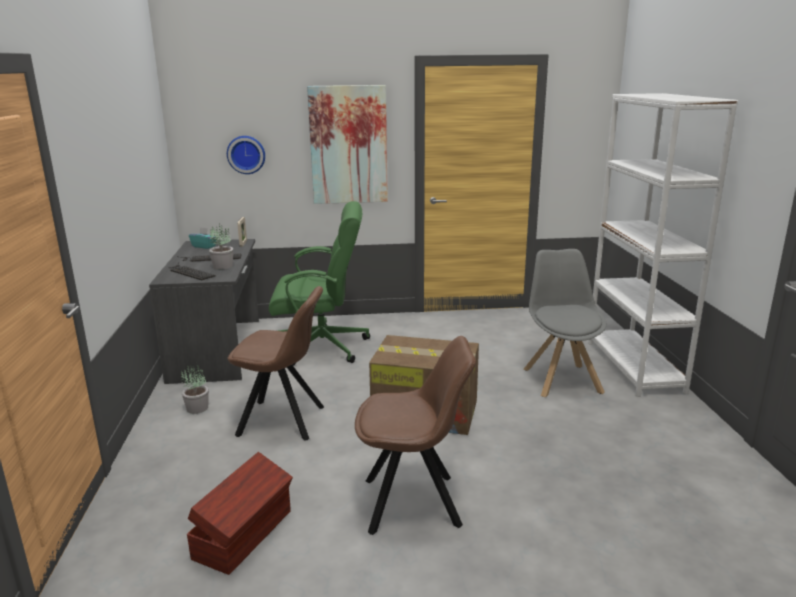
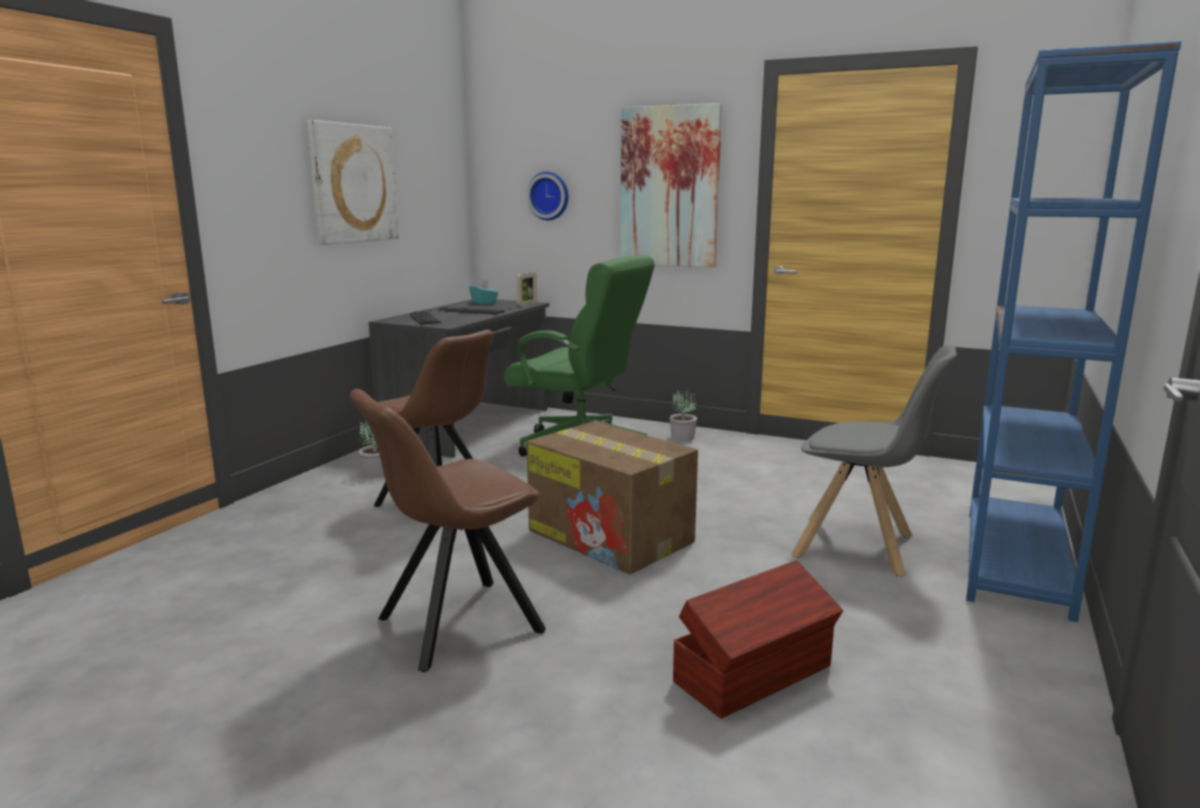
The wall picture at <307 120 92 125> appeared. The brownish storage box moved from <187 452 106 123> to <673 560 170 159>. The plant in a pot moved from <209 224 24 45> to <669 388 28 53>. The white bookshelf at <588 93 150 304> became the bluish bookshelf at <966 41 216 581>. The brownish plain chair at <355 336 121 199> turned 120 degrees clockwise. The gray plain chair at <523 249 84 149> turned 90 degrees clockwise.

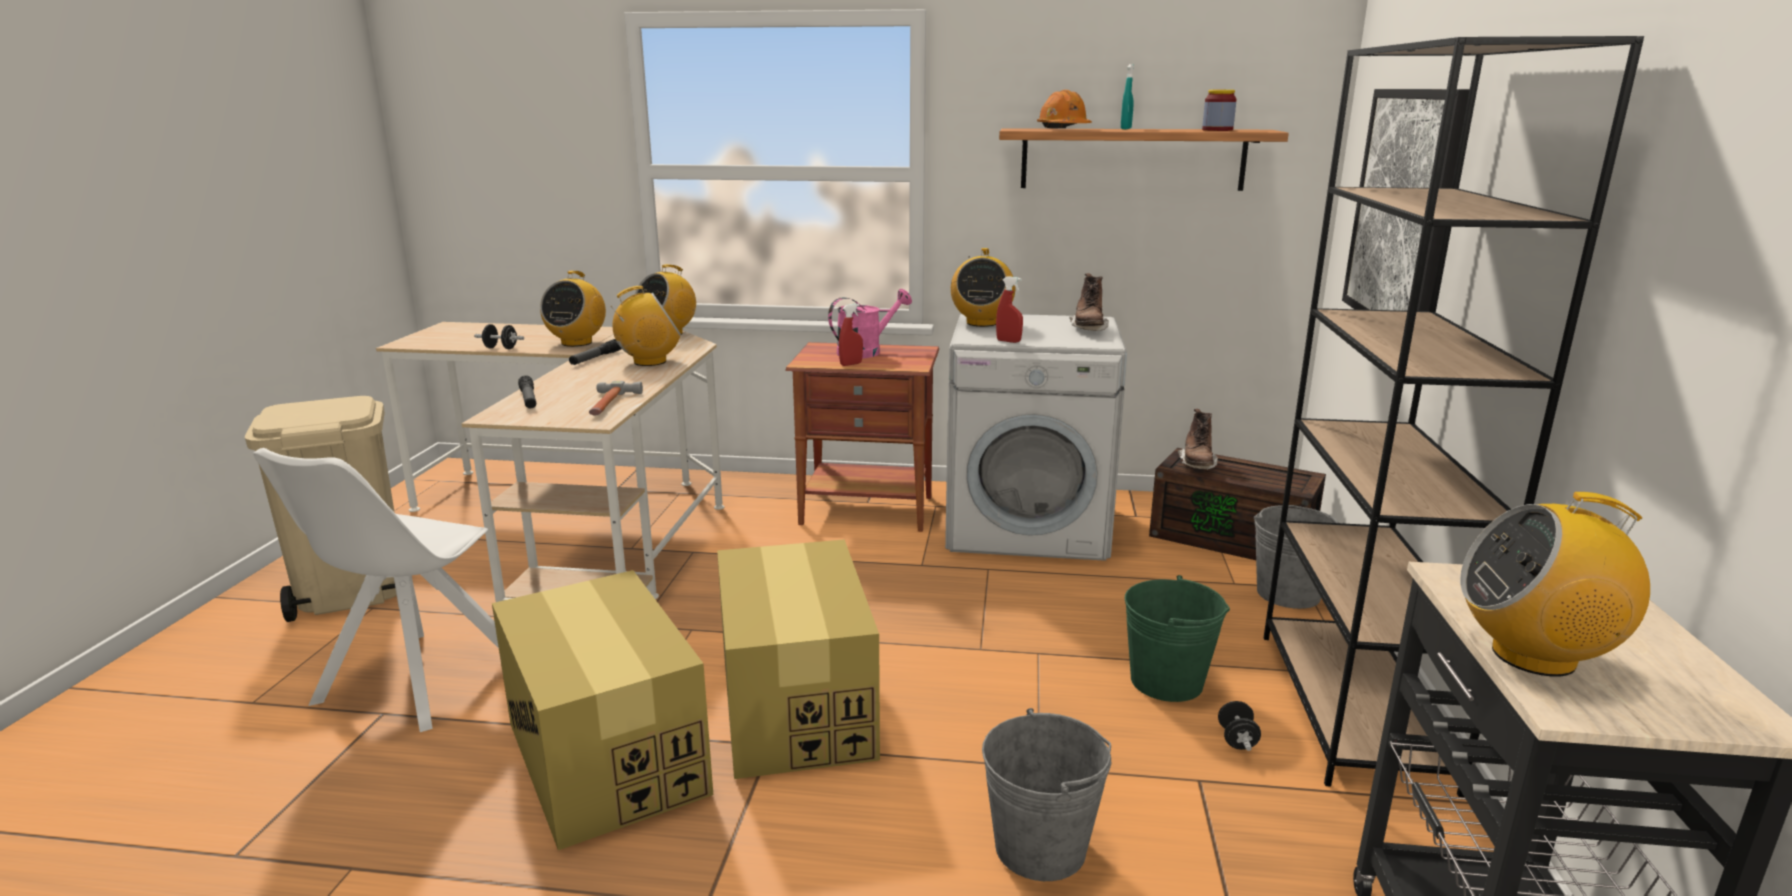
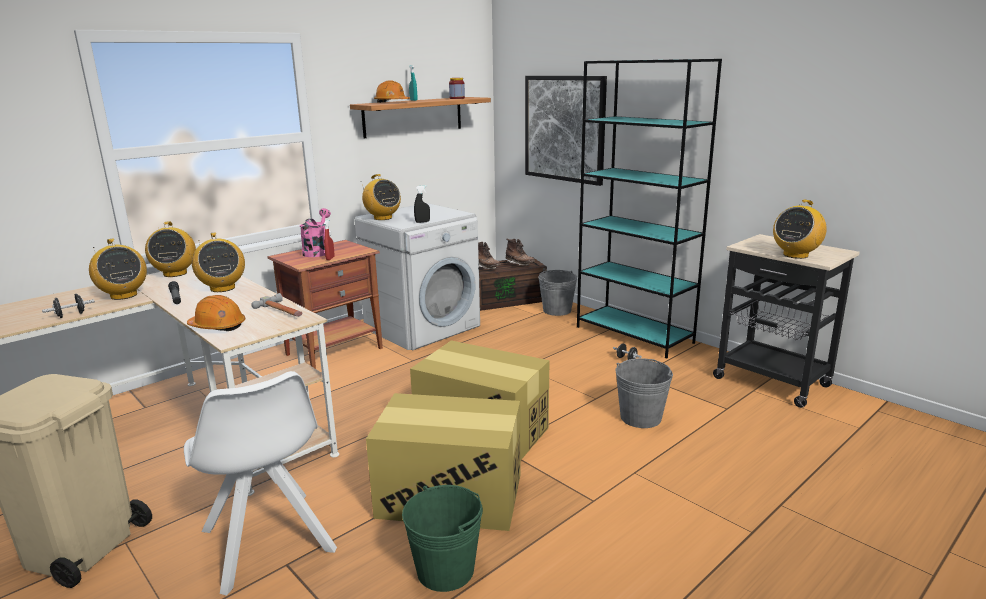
The brownish tall boot moved from <1070 273 39 58> to <506 238 29 28>. The green pail moved from <1125 575 105 127> to <402 485 81 107>. The flashlight at <518 375 18 34> was replaced by the orangey safety helmet at <187 295 58 37>. The red hand sprayer at <996 276 27 67> became the black hand sprayer at <414 185 16 38>. The beige bookshelf at <1264 36 380 761> became the blue-green bookshelf at <577 59 145 300>. The radio receiver at <610 286 71 80> turned 135 degrees clockwise.

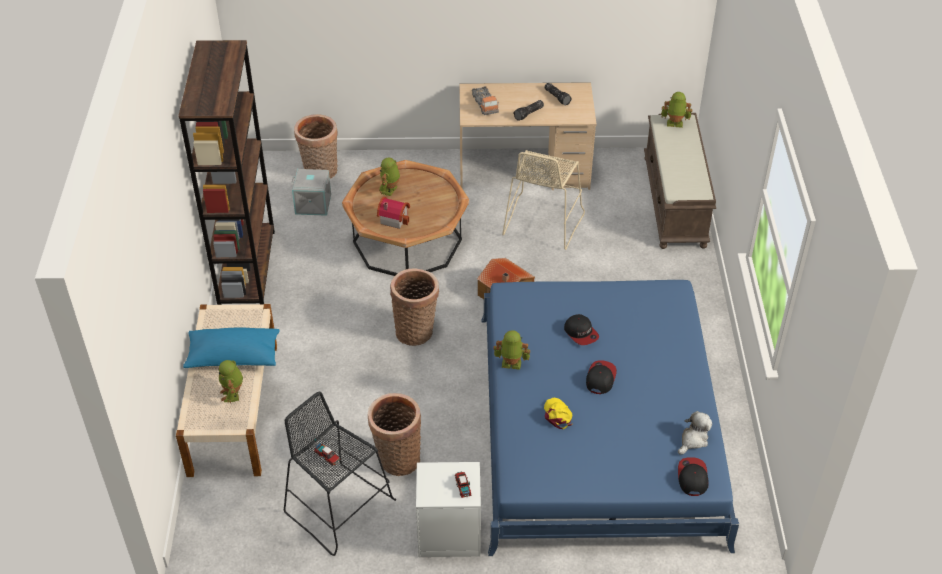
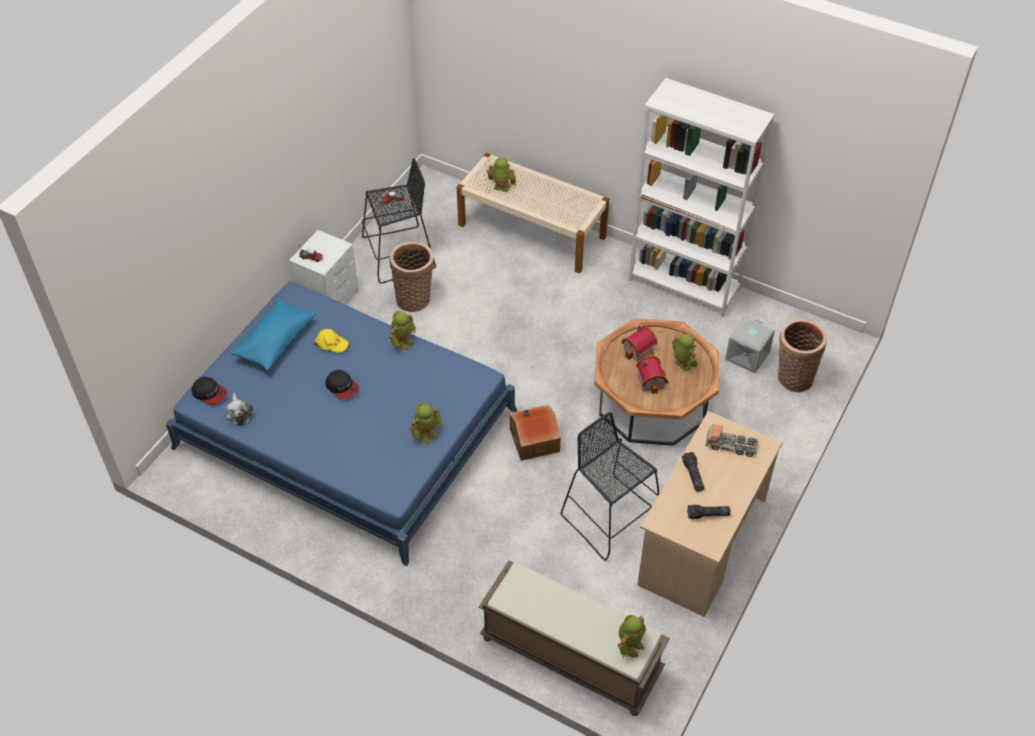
The household basket at <390 268 49 78> disappeared. The baseball cap at <564 314 35 31> disappeared. The model robot at <409 403 33 42> appeared. The model house at <636 356 33 38> appeared. The bluish throw pillow moved from <183 327 97 41> to <231 299 84 72>. The brownish bookshelf at <178 40 97 265> became the white bookshelf at <629 78 146 239>. The beige stool at <502 150 83 100> became the black stool at <561 412 98 148>.

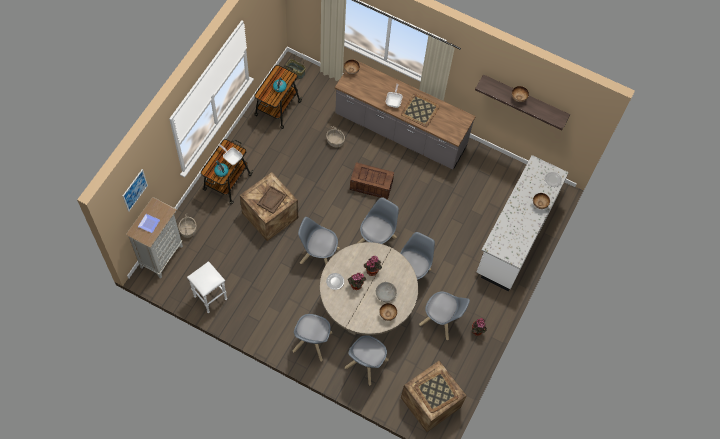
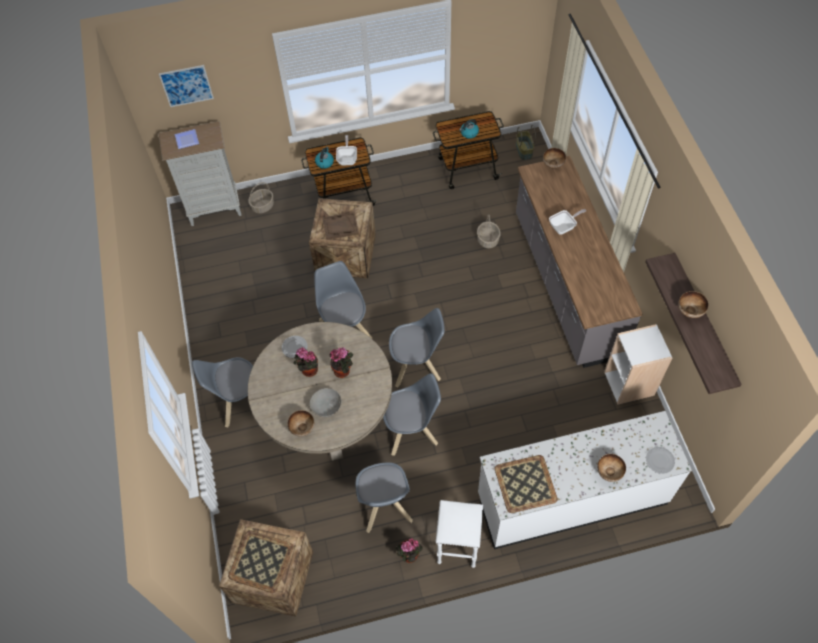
The gray plain chair at <345 335 44 51> disappeared. The packing crate at <350 162 44 38> disappeared. The bookshelf at <604 324 68 81> appeared. The white stool moved from <187 261 40 52> to <436 500 47 68>. The serving tray moved from <401 93 39 34> to <495 455 63 58>.

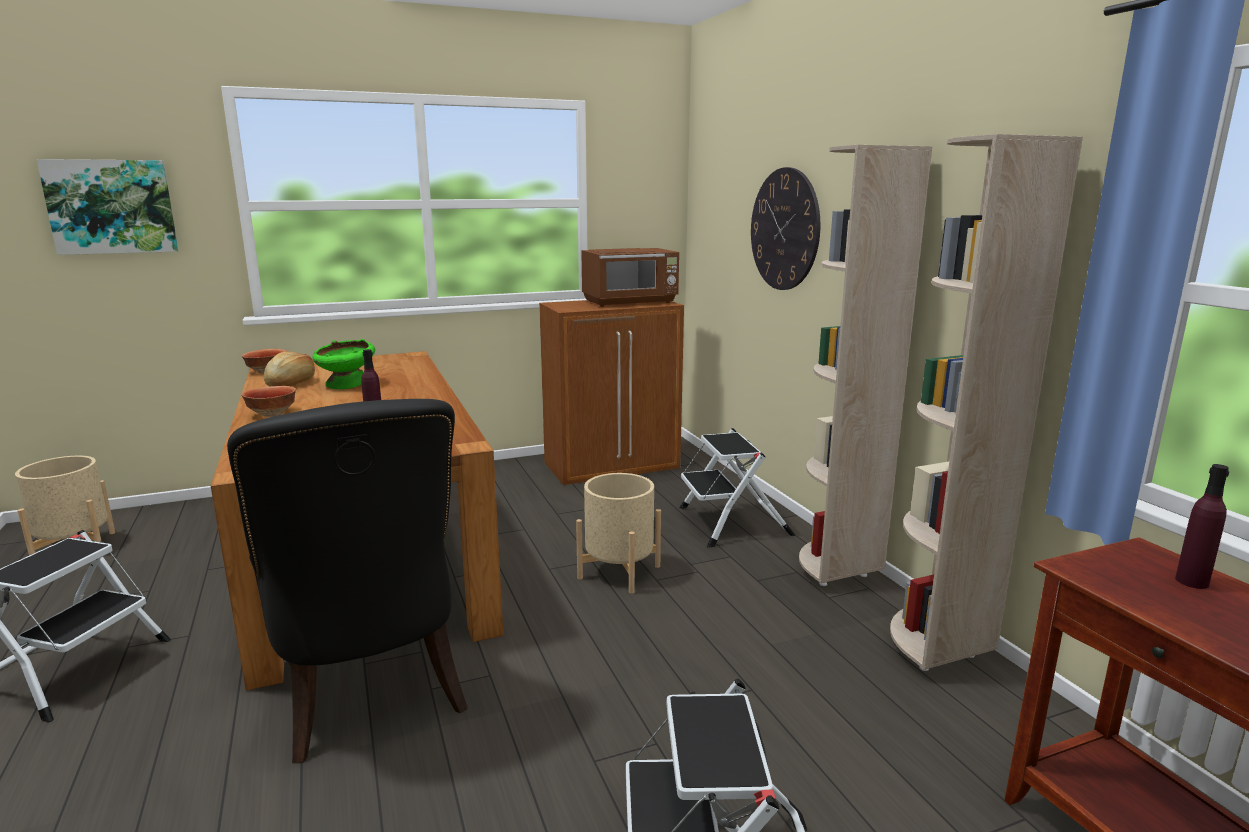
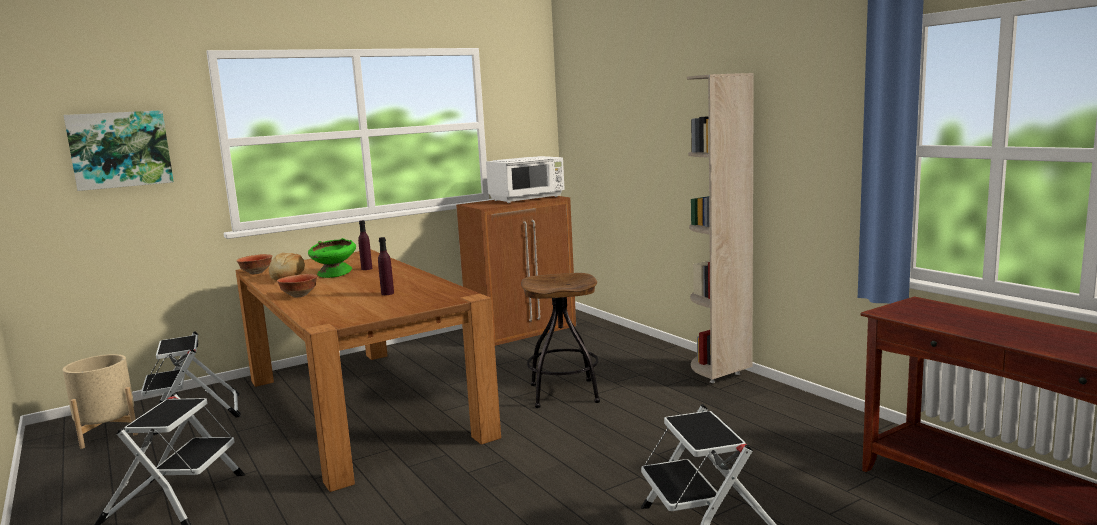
The black plain chair at <227 399 241 364> disappeared. The clock on the wall at <751 167 69 123> disappeared. The beige bookshelf at <890 134 193 537> disappeared. The stepladder moved from <679 428 116 120> to <141 332 99 103>. The purple drink bottle moved from <1175 464 54 125> to <358 220 15 50>. The beige plant pot at <576 473 85 121> was replaced by the brownish stool at <521 273 79 135>. The brownish microwave oven at <581 248 98 59> became the white microwave oven at <486 156 79 47>.

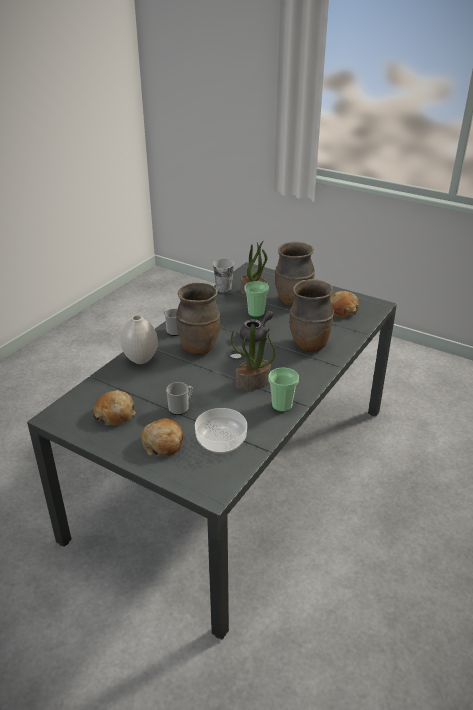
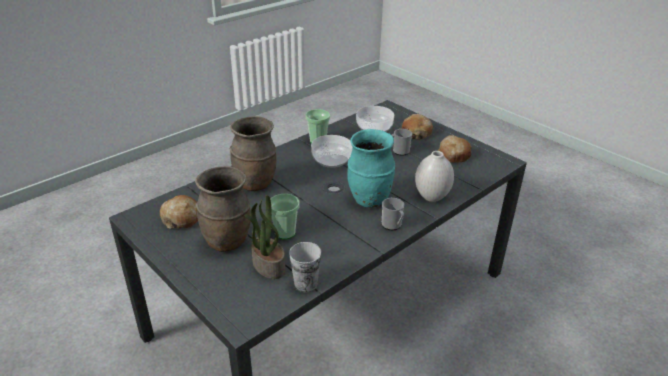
The gray teapot at <240 311 33 31> disappeared. The plant in a pot at <231 324 45 67> was replaced by the deep dish at <311 135 42 33>. The brownish decorative vase at <176 283 44 72> became the blue-green decorative vase at <347 129 48 78>.

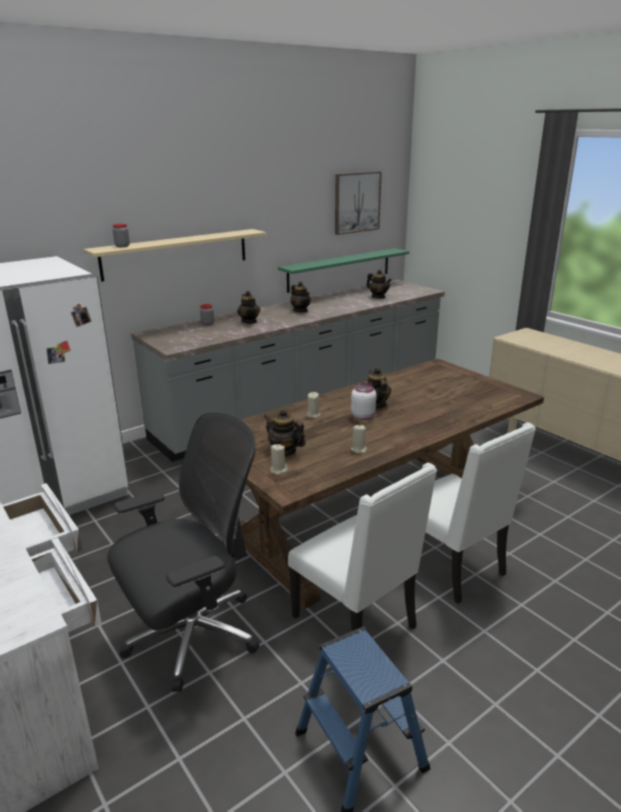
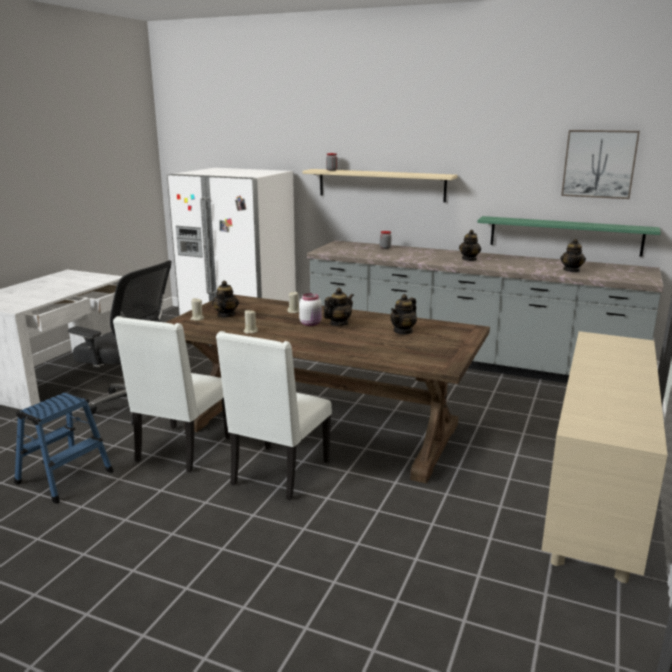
The teapot moved from <237 291 23 33> to <390 294 27 41>.

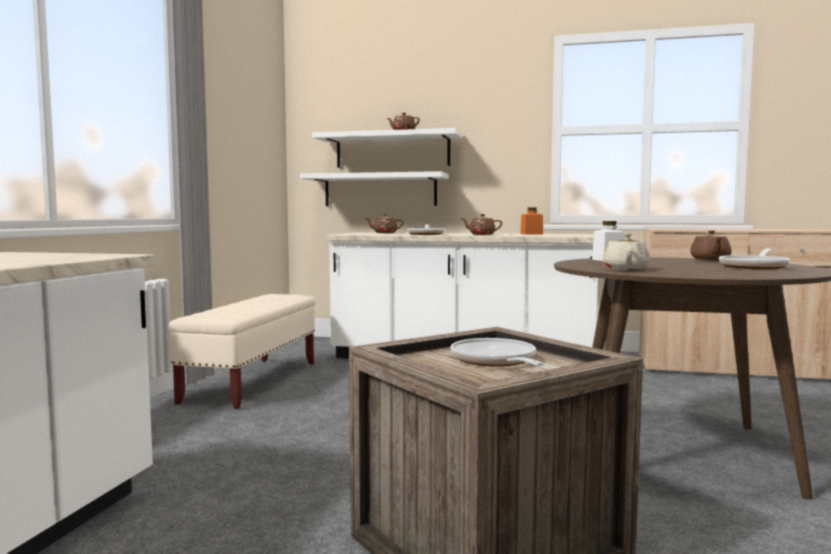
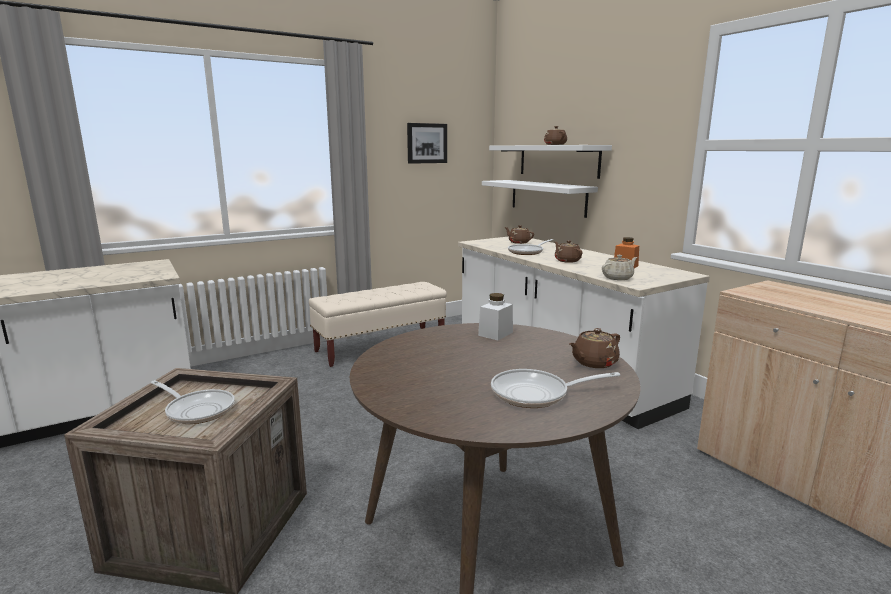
The wall picture at <407 123 40 41> appeared. The beige teapot moved from <603 234 47 36> to <602 255 35 25>. The skillet at <451 338 93 29> turned 90 degrees clockwise.

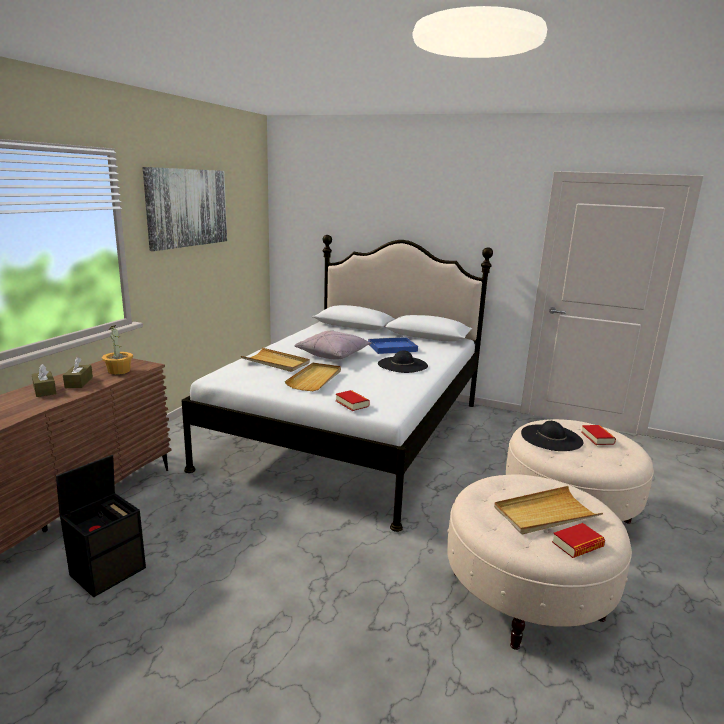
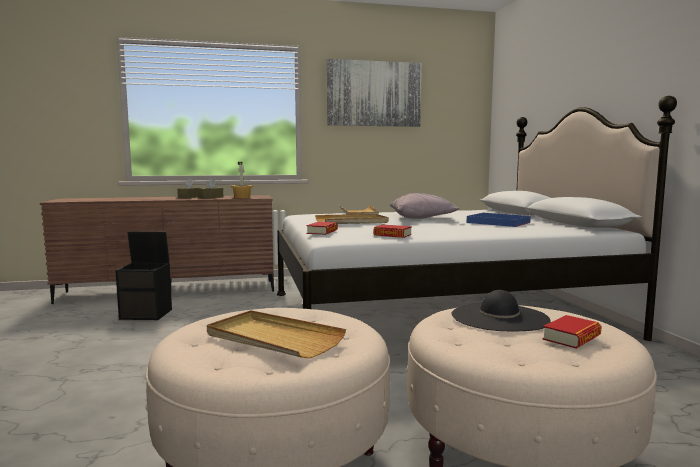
The black clothing hat at <378 350 50 23> disappeared. The bound book moved from <552 523 53 35> to <374 225 38 13>.

